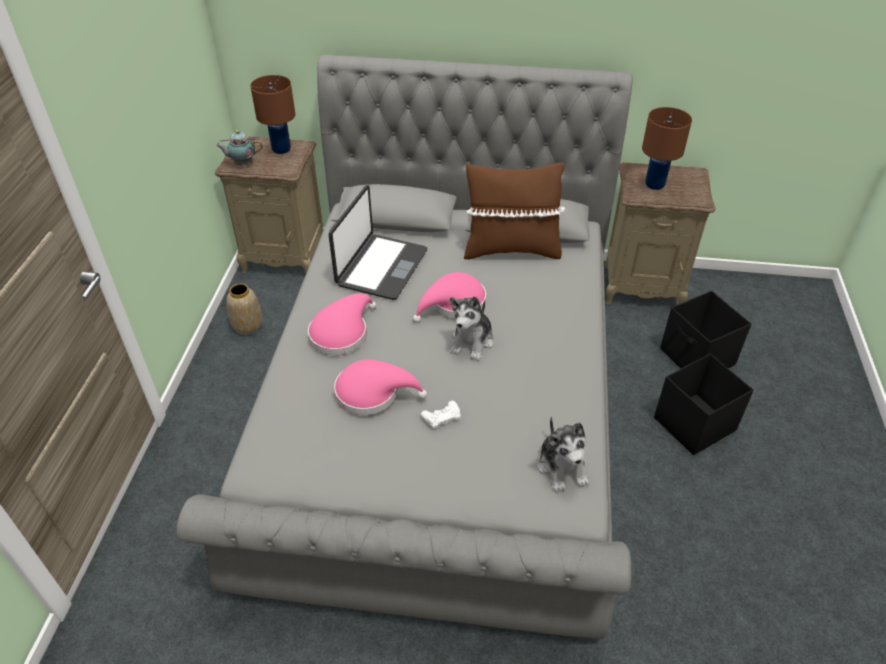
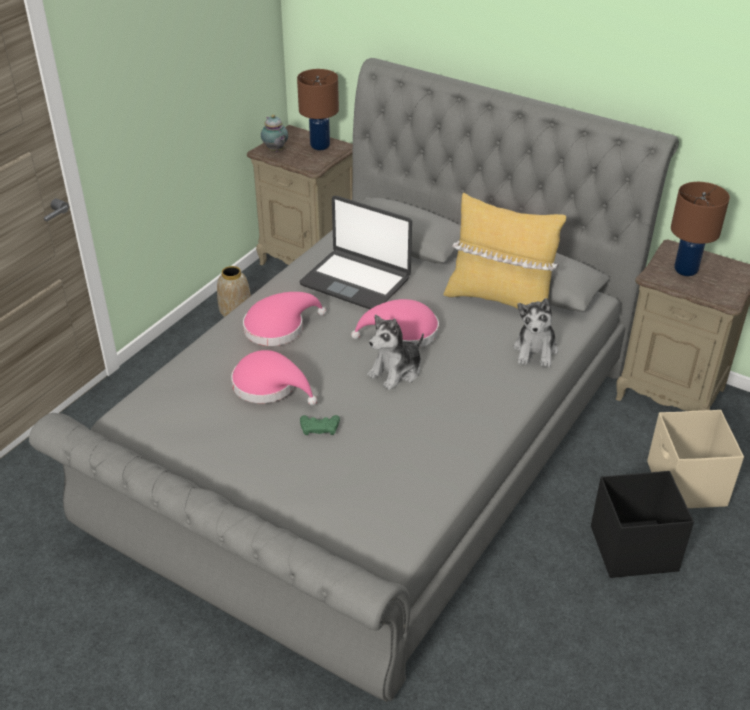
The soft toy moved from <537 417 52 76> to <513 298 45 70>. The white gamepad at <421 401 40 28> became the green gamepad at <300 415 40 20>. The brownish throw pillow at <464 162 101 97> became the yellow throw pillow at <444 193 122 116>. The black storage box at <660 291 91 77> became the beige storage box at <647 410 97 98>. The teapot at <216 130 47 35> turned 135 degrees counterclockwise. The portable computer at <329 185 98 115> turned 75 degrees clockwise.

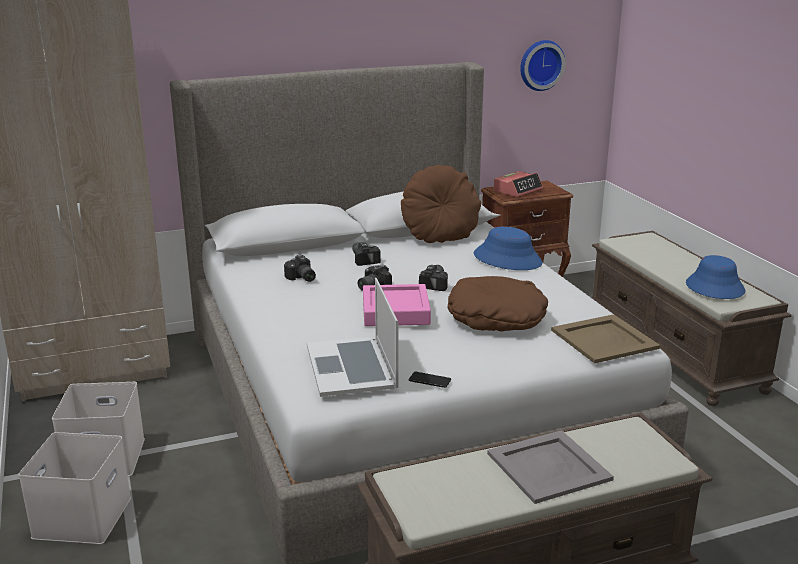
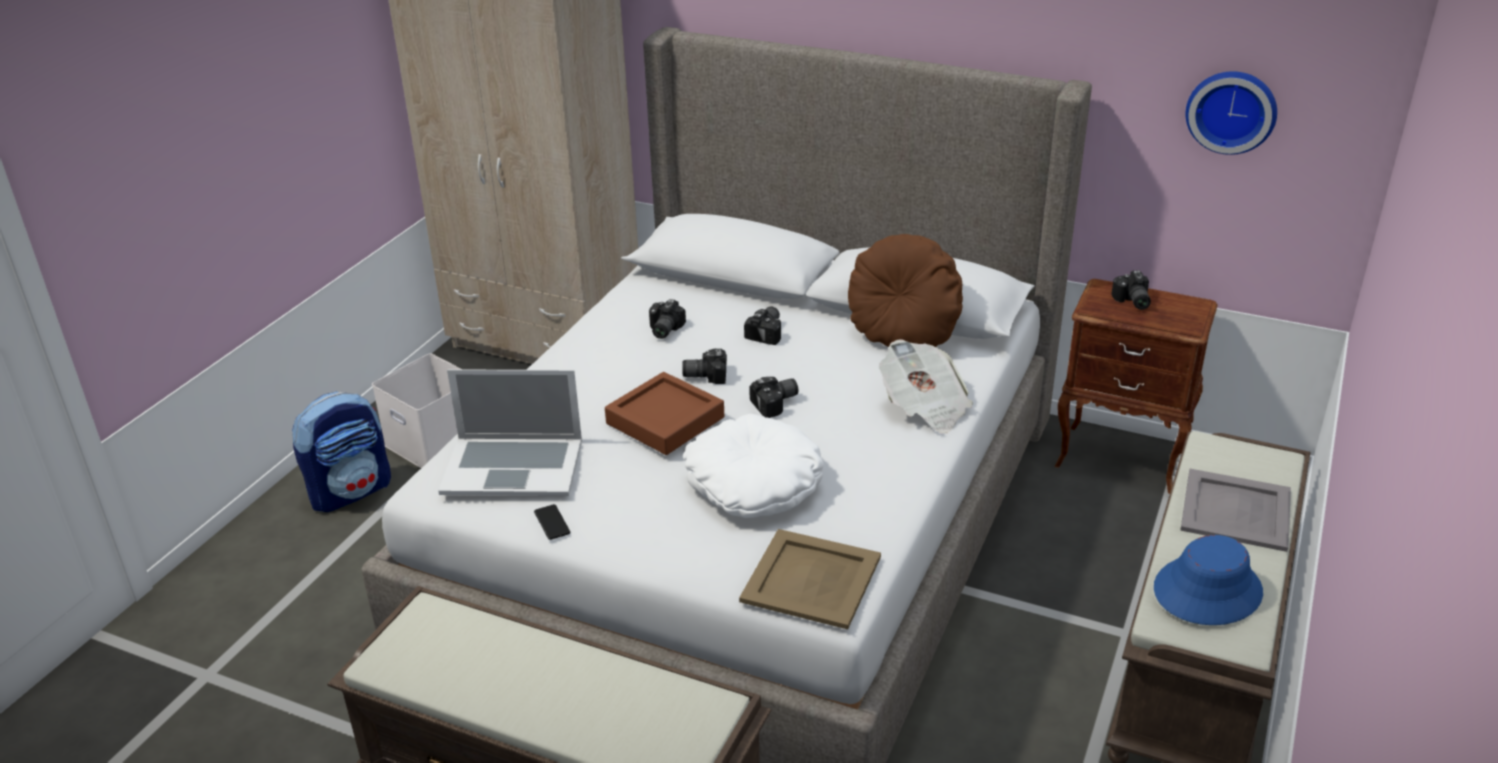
The gray serving tray moved from <487 430 127 74> to <1180 469 111 83>. The white storage box at <18 432 113 112> was replaced by the rucksack at <292 392 99 120>. The bluish clothing hat at <474 226 68 44> was replaced by the newspaper at <879 339 94 95>. The table clock at <493 171 50 26> was replaced by the photo camera at <1111 270 40 40>. The pink serving tray at <363 284 68 42> became the brownish serving tray at <605 372 119 83>. The brownish throw pillow at <448 276 100 56> became the white throw pillow at <683 414 141 104>. The portable computer at <307 278 92 119> turned 120 degrees counterclockwise.

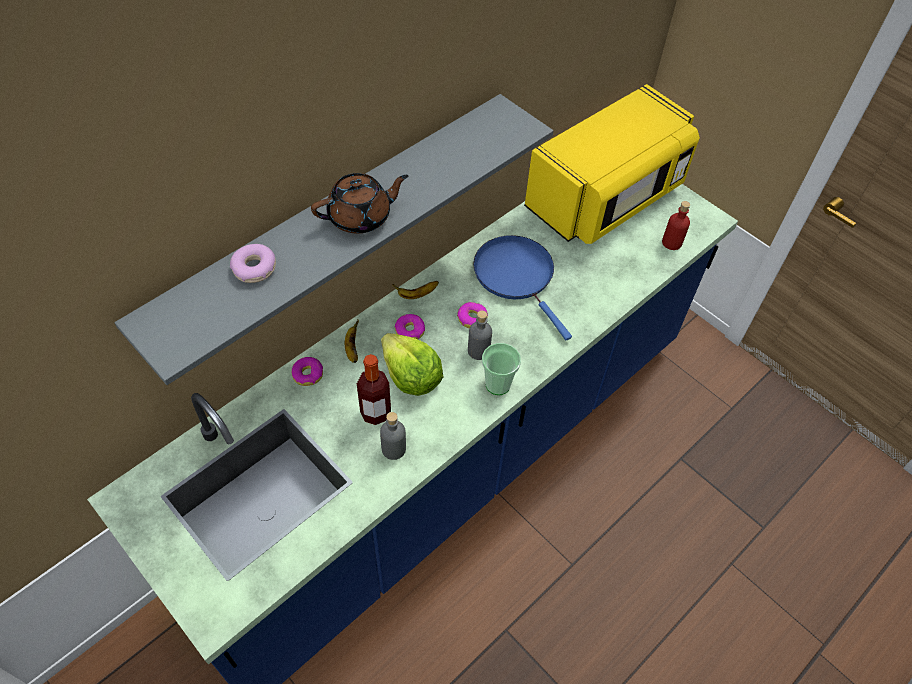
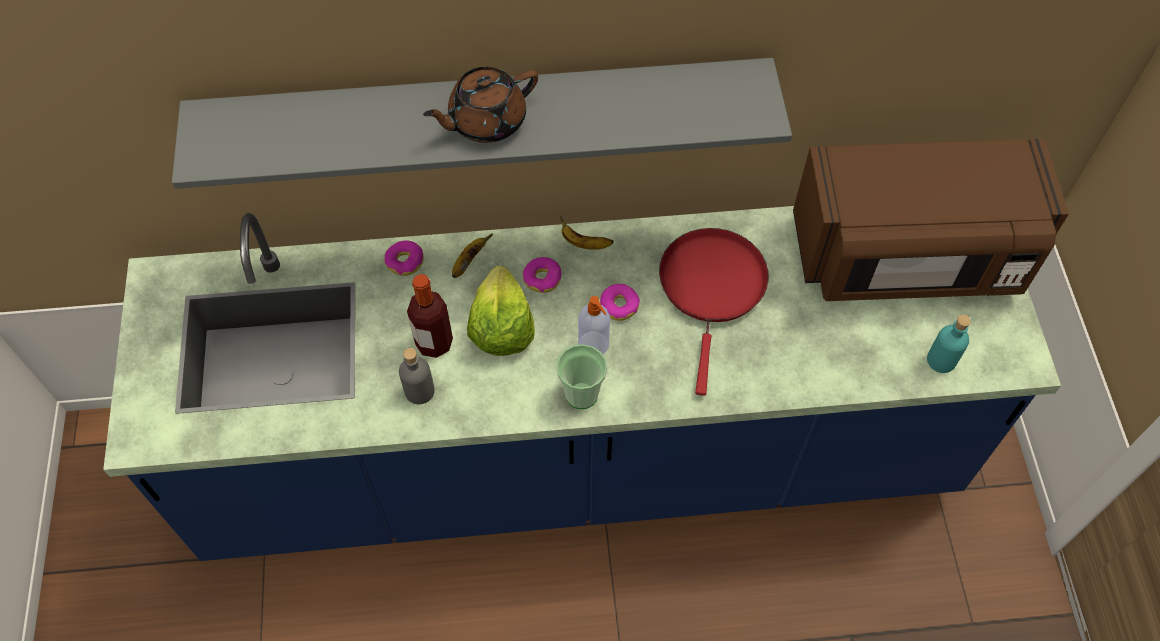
The ring doughnut at <230 244 46 39> disappeared. The gray drink bottle at <468 311 24 49> was replaced by the soap dispenser at <578 296 32 58>. The bluish skillet at <473 235 99 105> became the red skillet at <659 228 110 168>. The yellow microwave oven at <524 84 176 160> became the brownish microwave oven at <793 139 276 162>. The red drink bottle at <662 201 28 49> became the blue-green drink bottle at <927 315 44 58>. The brownish teapot at <311 173 97 61> turned 135 degrees clockwise.

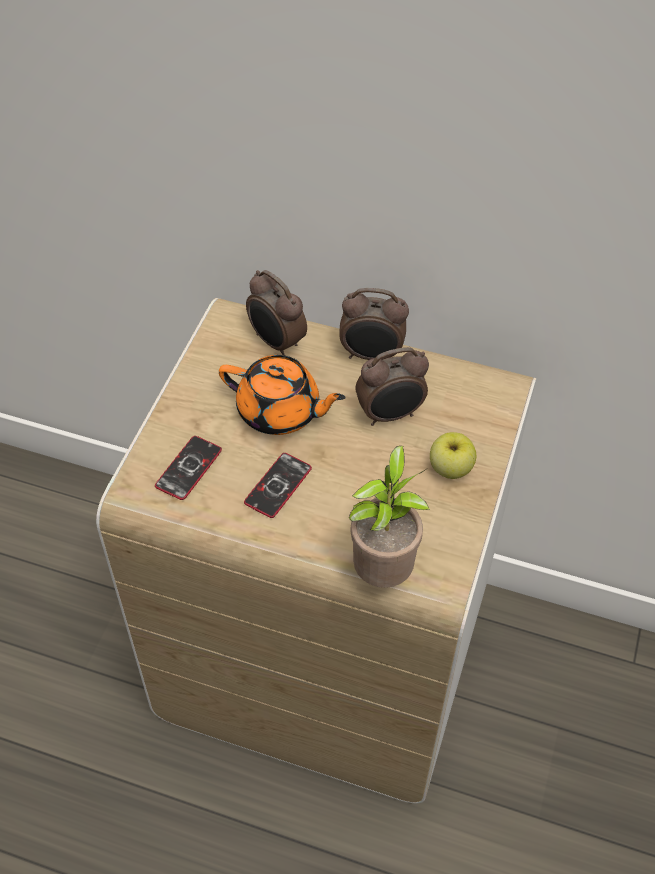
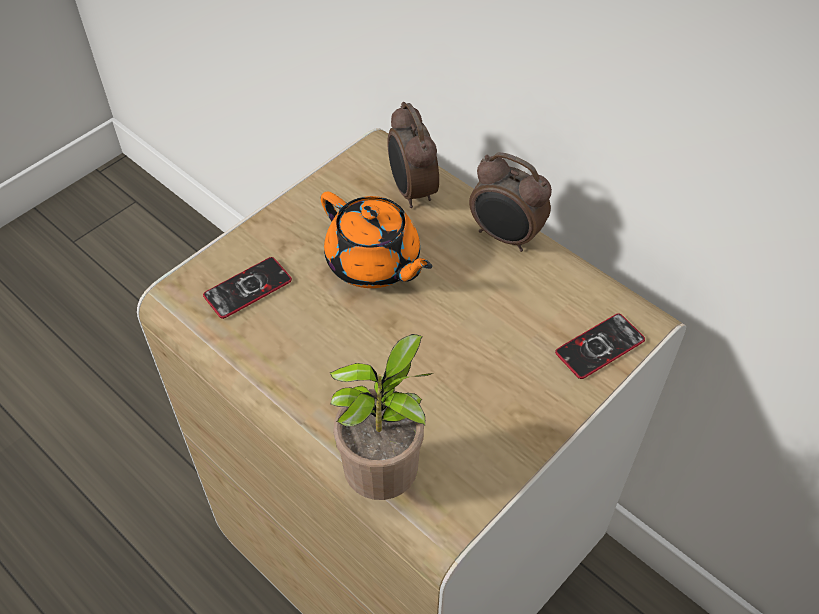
The table clock at <355 347 74 79> disappeared. The whole apple at <430 432 46 47> disappeared. The handset moved from <244 453 68 65> to <555 313 90 66>.

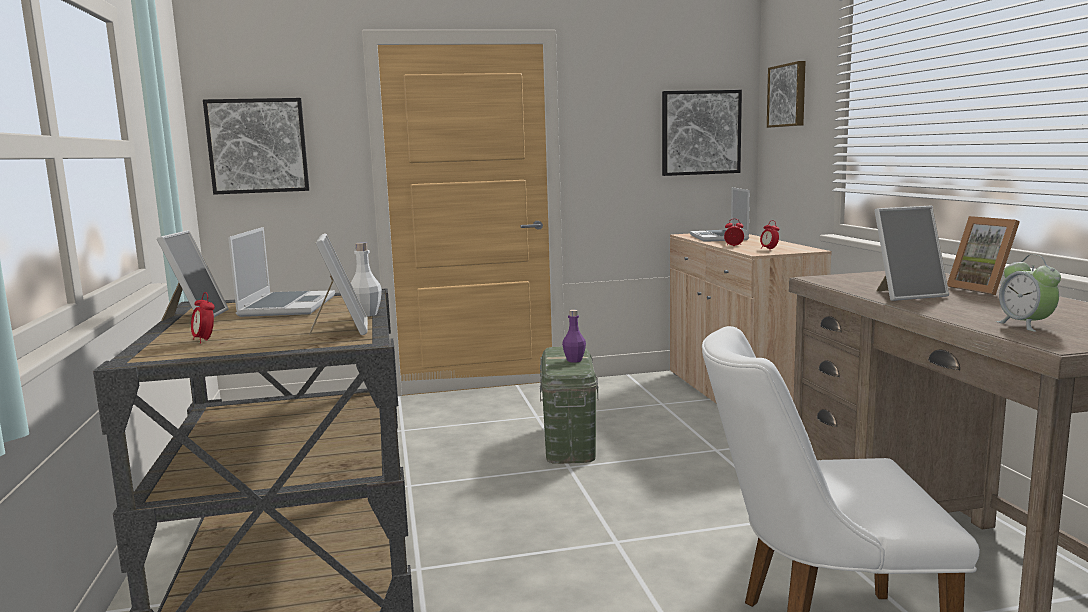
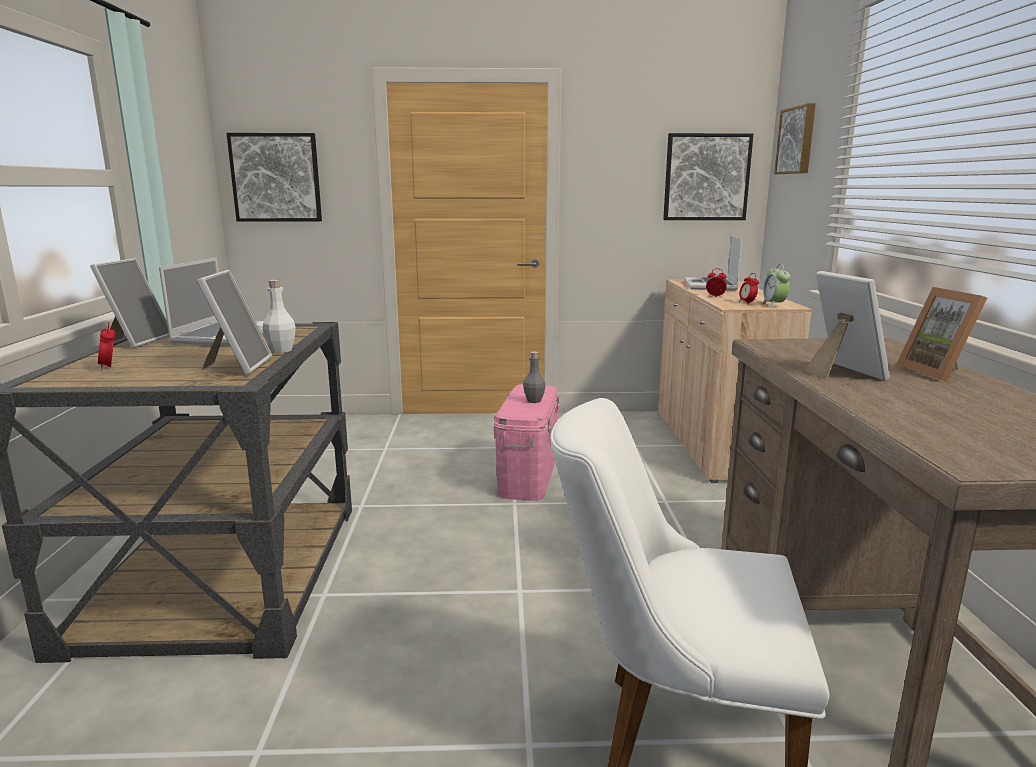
The table clock moved from <996 255 65 77> to <762 264 28 44>. The green storage box at <540 347 58 117> became the pink storage box at <494 384 66 117>. The purple drink bottle at <562 310 24 53> became the gray drink bottle at <523 352 23 51>. The standing frame at <874 206 75 95> turned 105 degrees counterclockwise.

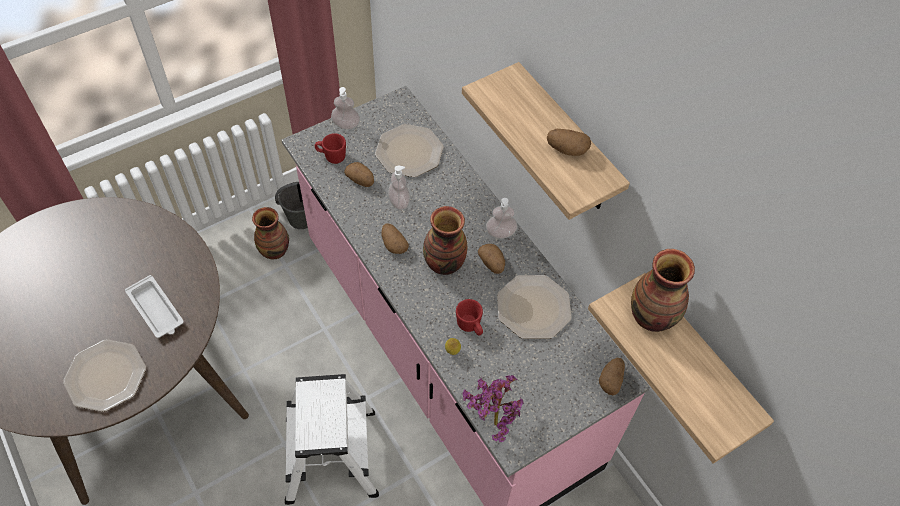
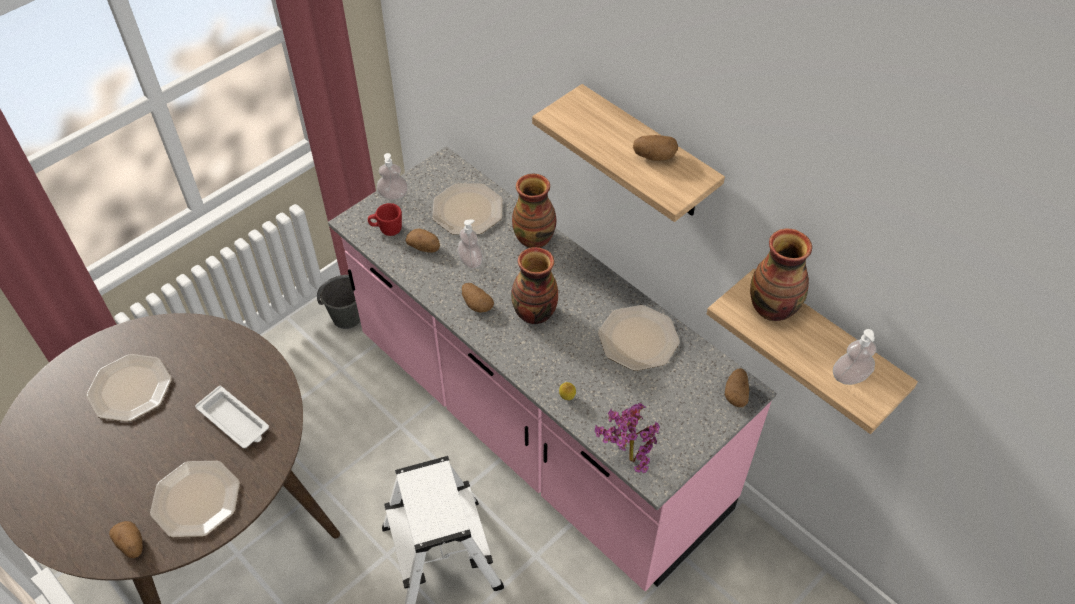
The red tea mug at <456 299 27 37> disappeared. The plate at <86 354 86 68> appeared. The decorative vase moved from <252 207 37 52> to <512 174 44 74>. The potato moved from <478 244 27 30> to <109 521 34 37>. The soap dispenser moved from <486 198 31 41> to <833 329 44 56>.

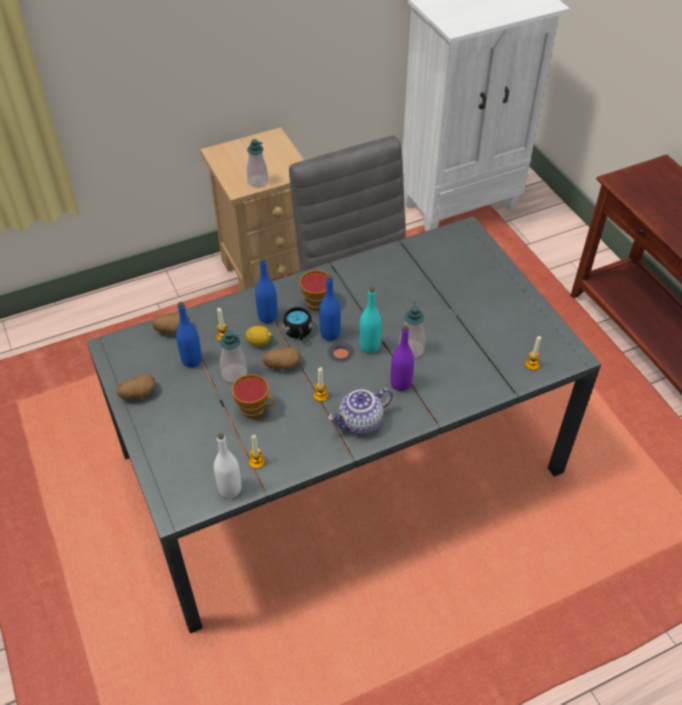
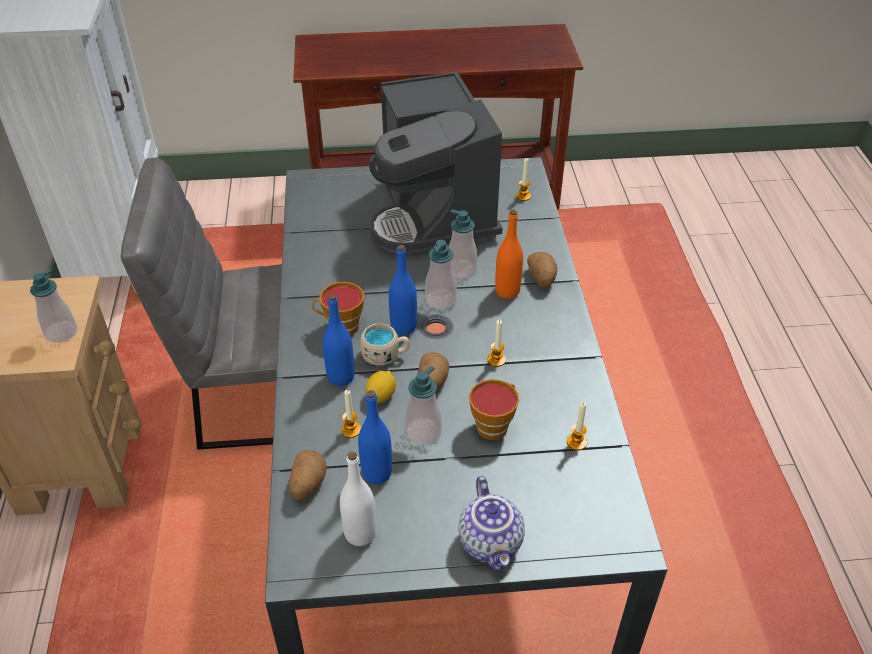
The coffee machine at <369 72 133 182> appeared. The potato moved from <116 374 40 25> to <527 252 30 35>. The white drink bottle moved from <214 433 27 65> to <340 452 36 94>. The teapot moved from <328 388 65 47> to <458 476 67 95>. The blue-green drink bottle at <359 287 22 66> was replaced by the soap dispenser at <425 240 32 69>. The black tea mug at <283 307 29 33> became the beige tea mug at <360 323 50 42>. The purple drink bottle at <391 325 23 66> became the orangey drink bottle at <495 210 28 89>.

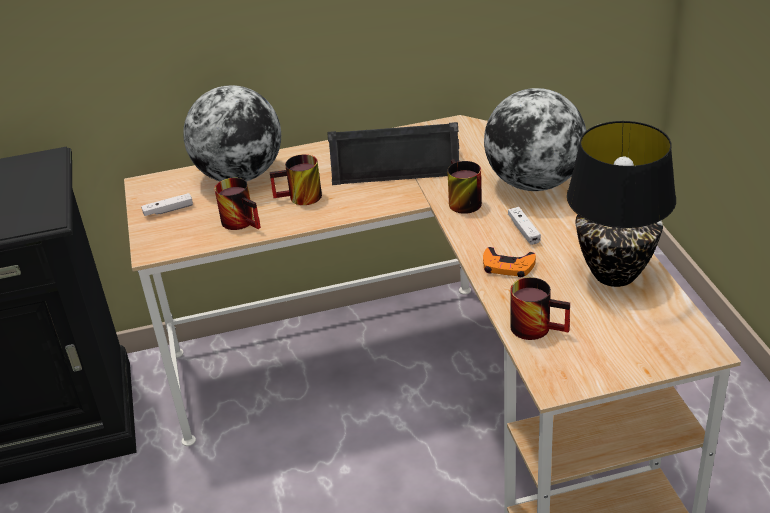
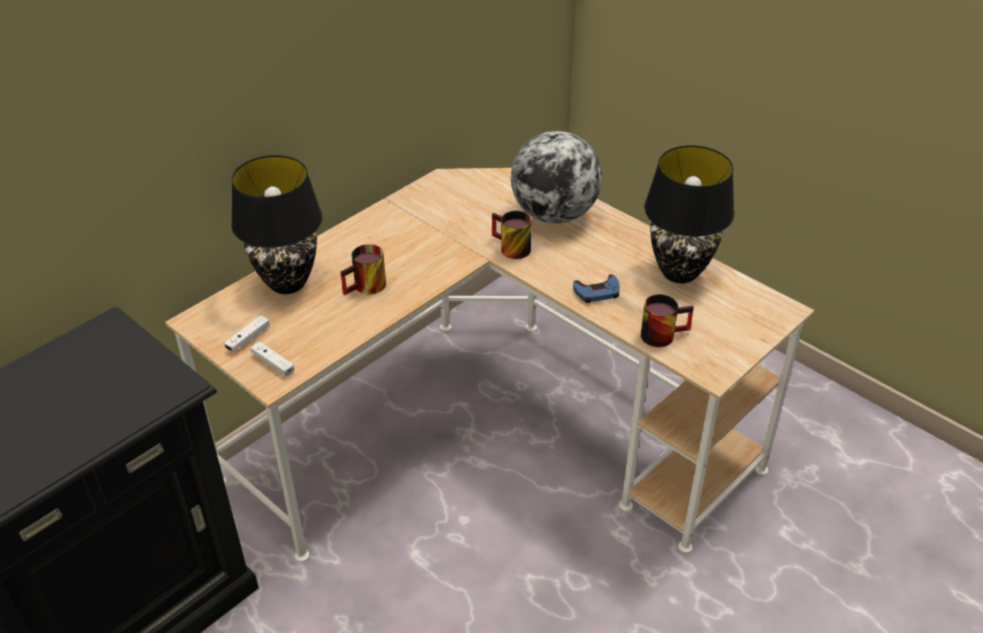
The tea mug at <214 178 47 52> disappeared. The black loudspeaker at <327 122 132 63> disappeared. The white gamepad moved from <508 207 33 38> to <250 341 44 36>. The world globe at <183 85 98 97> was replaced by the black table lamp at <231 155 91 139>. The orangey gamepad at <483 247 53 30> became the bluish gamepad at <573 274 47 29>.

